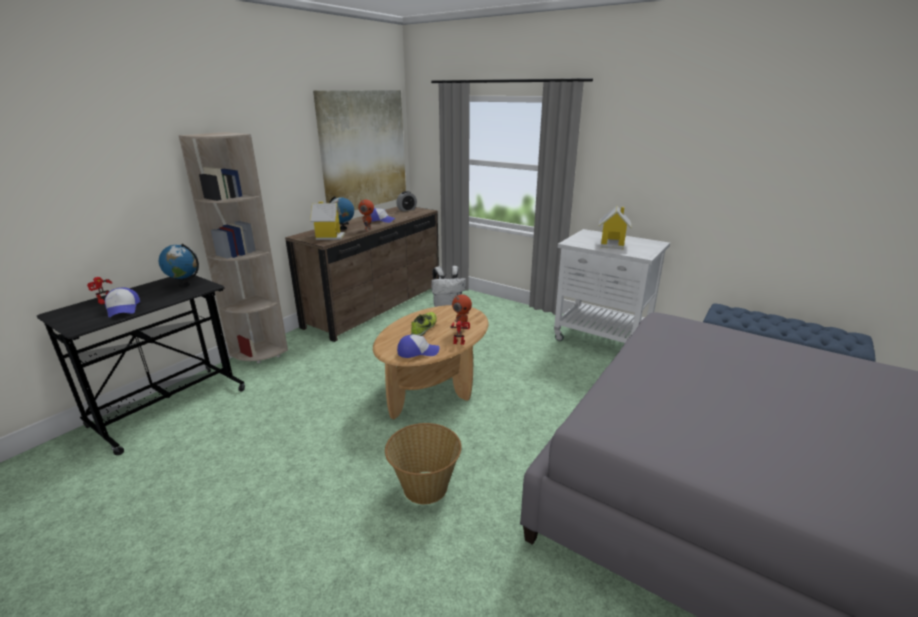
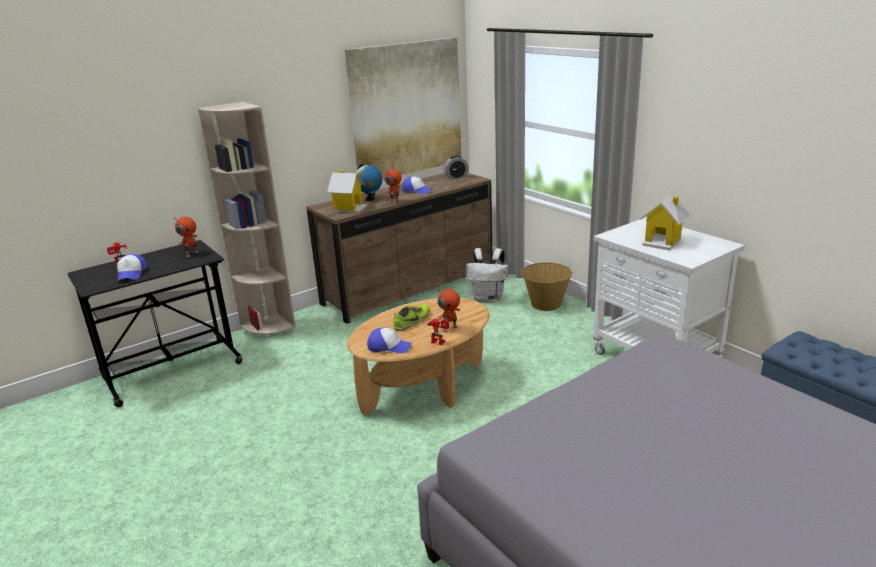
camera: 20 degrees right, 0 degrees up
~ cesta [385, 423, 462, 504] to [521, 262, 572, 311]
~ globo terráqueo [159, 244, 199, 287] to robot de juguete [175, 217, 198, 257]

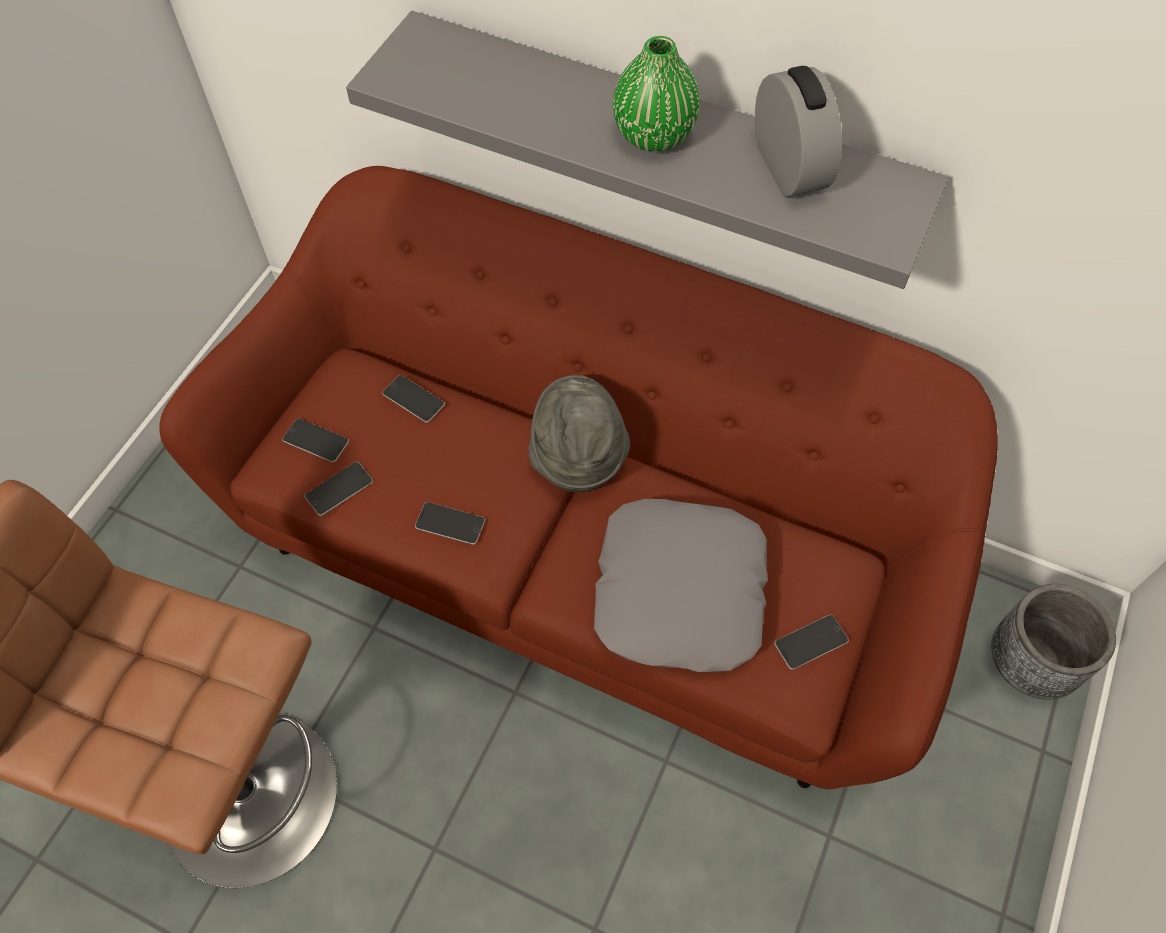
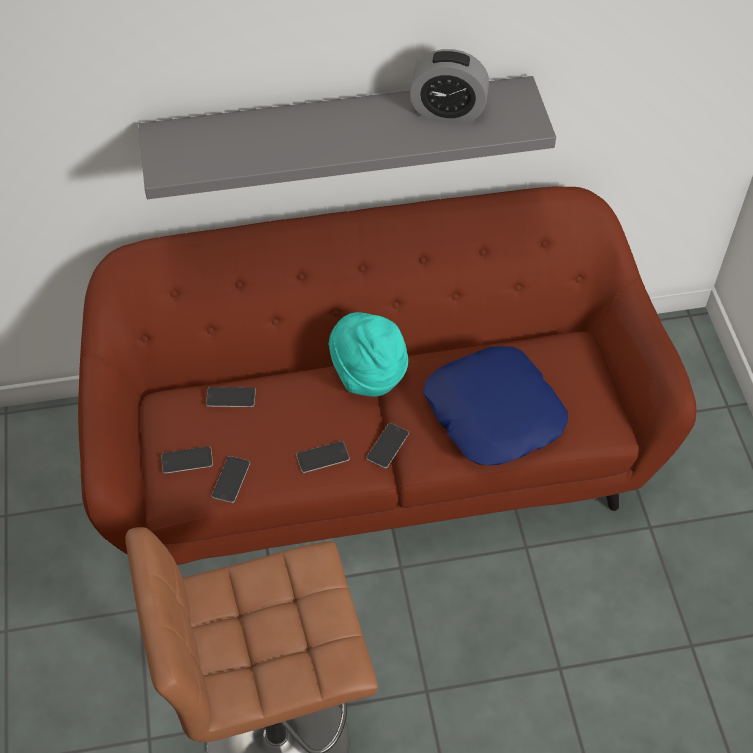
camera: 35 degrees left, 5 degrees down
- florero [verde] [613, 36, 700, 151]
- maceta [gris] [992, 584, 1116, 700]
~ móvil [775, 615, 849, 670] to [366, 423, 409, 468]
~ sombrero [gris] [528, 375, 630, 492] to sombrero [turquesa] [329, 312, 408, 397]
~ cojín [gris] [594, 499, 768, 672] to cojín [azul] [423, 346, 568, 465]
~ despertador [755, 66, 842, 197] = [410, 49, 489, 122] 150 degrees clockwise

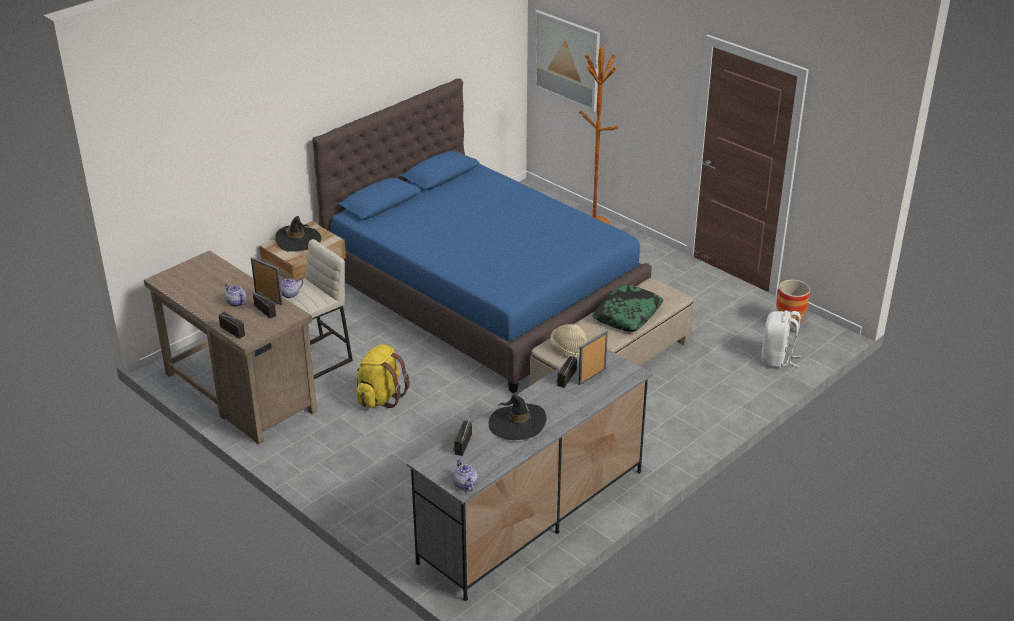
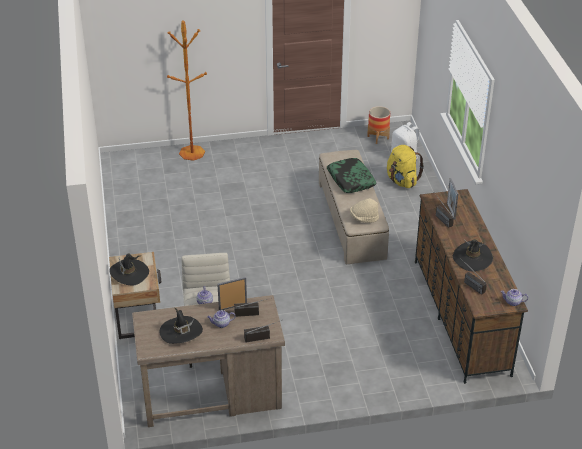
camera: 55 degrees left, 5 degrees up
- cama [azul] [312, 78, 652, 393]
- cuadro [534, 10, 600, 112]
+ sombrero [negro] [159, 308, 203, 344]
~ mochila [amarillo] [357, 344, 410, 408] to [387, 145, 424, 188]
~ cómoda [gris] [407, 349, 653, 601] to cómoda [marrón] [415, 189, 528, 384]

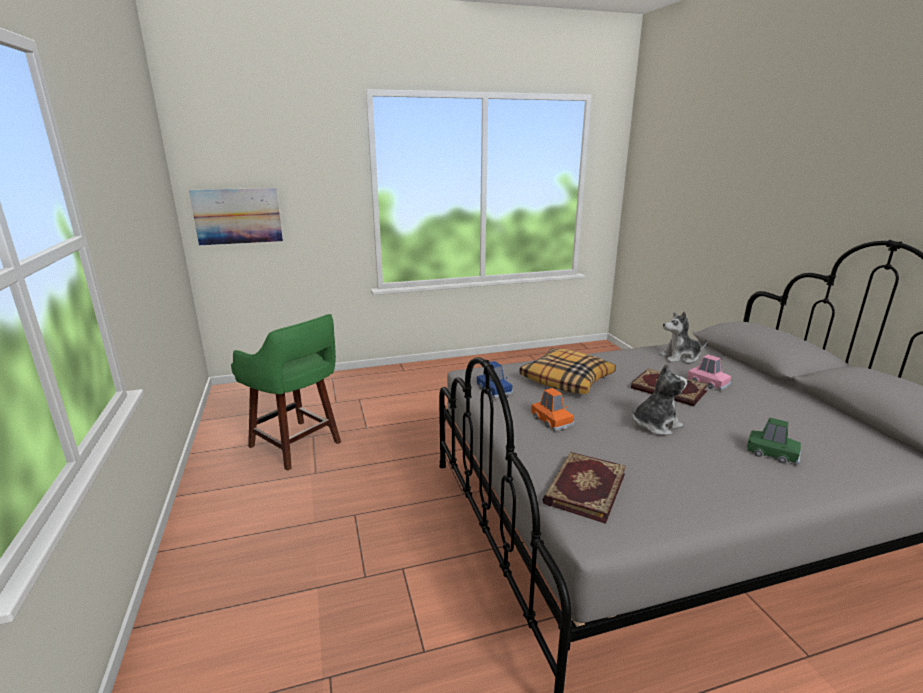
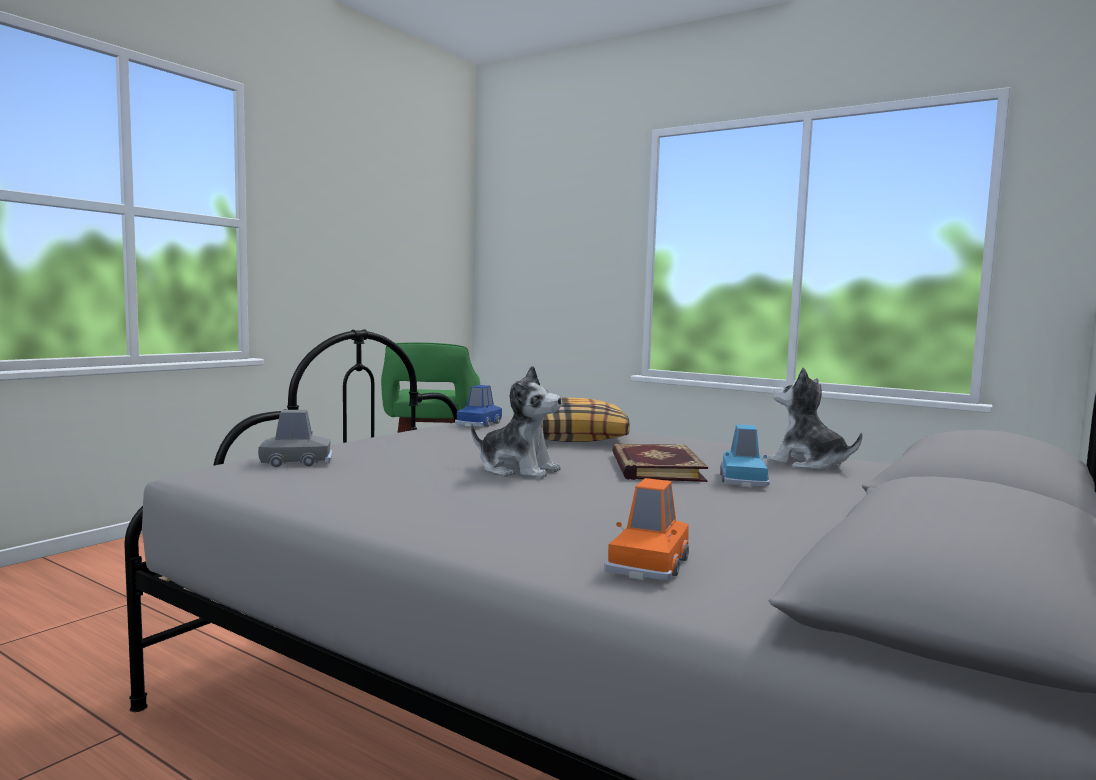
camera: 50 degrees right, 15 degrees down
- cuadro [189, 188, 283, 245]
- coche de juguete [verde] [747, 418, 801, 465]
~ coche de juguete [naranja] [531, 388, 575, 431] to [605, 478, 689, 580]
~ libro [543, 452, 626, 524] to coche de juguete [gris] [258, 410, 333, 467]
~ coche de juguete [rosa] [688, 355, 731, 391] to coche de juguete [azul] [720, 424, 770, 487]

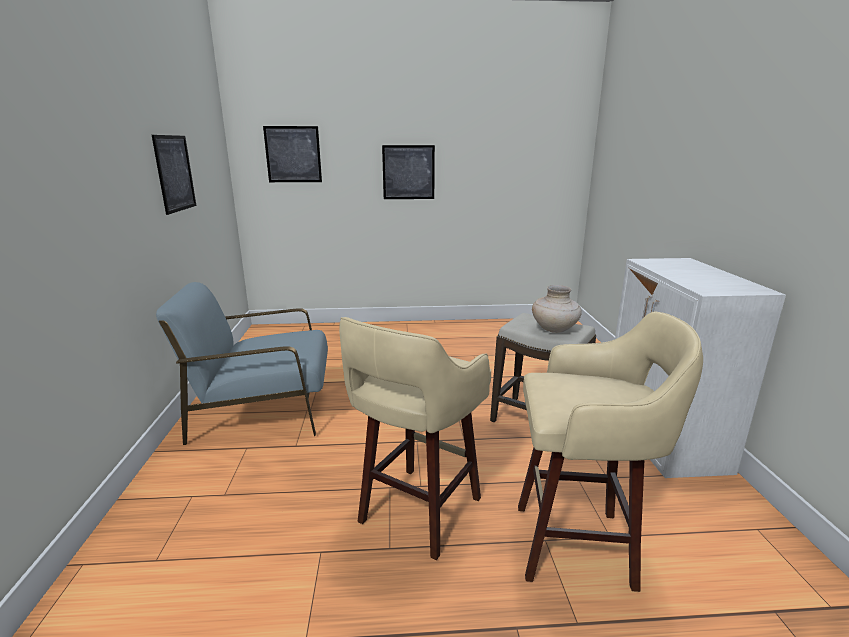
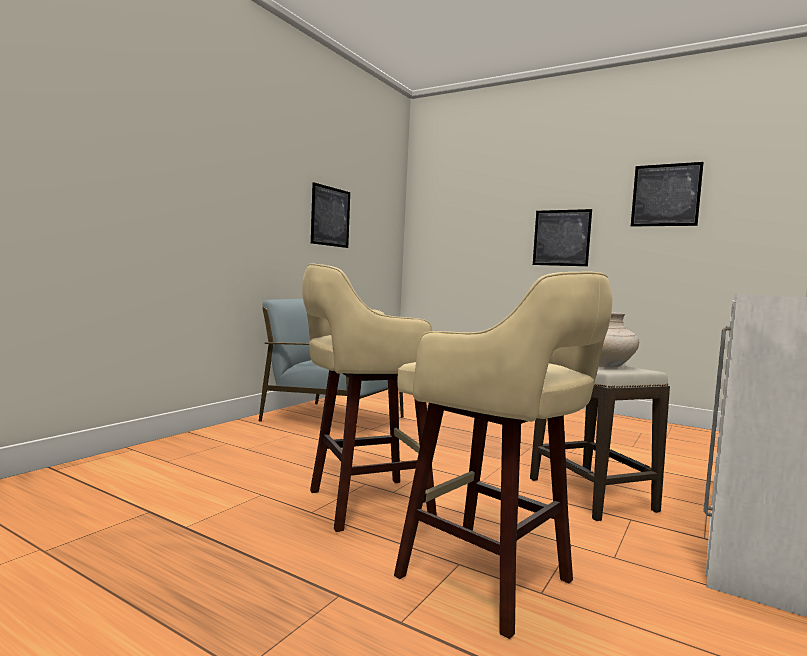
camera: 35 degrees right, 15 degrees down
~ cuadro [263, 126, 322, 182] to [631, 162, 704, 226]

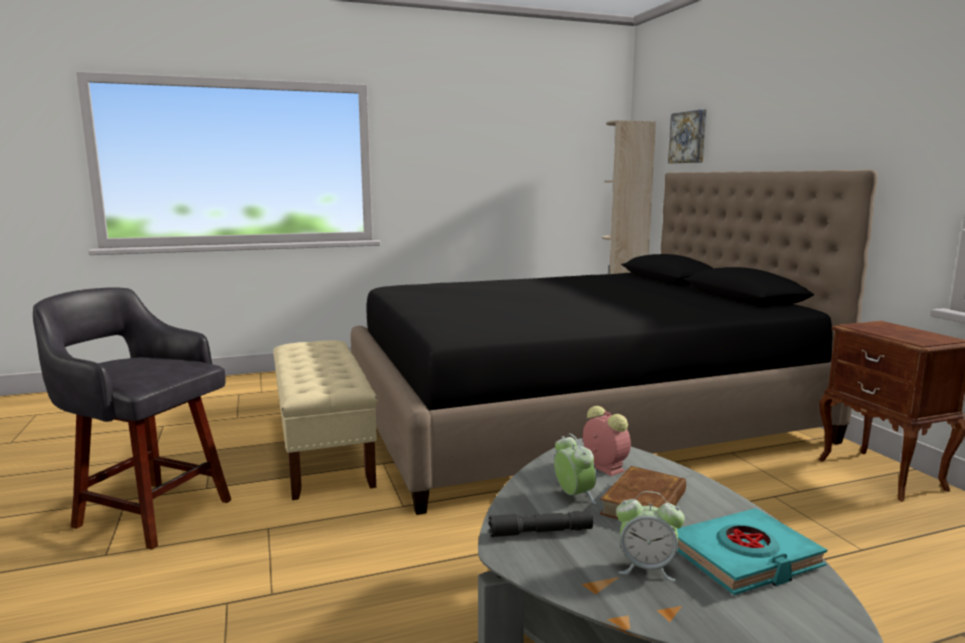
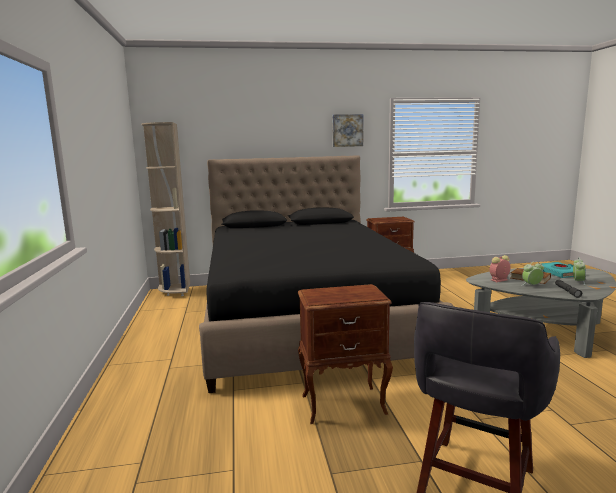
camera: 80 degrees left, 0 degrees up
~ cuadro [668, 109, 706, 164] to [332, 114, 363, 147]
~ banco [beis] [273, 340, 378, 500] to mesita de noche [marrón] [298, 284, 393, 424]

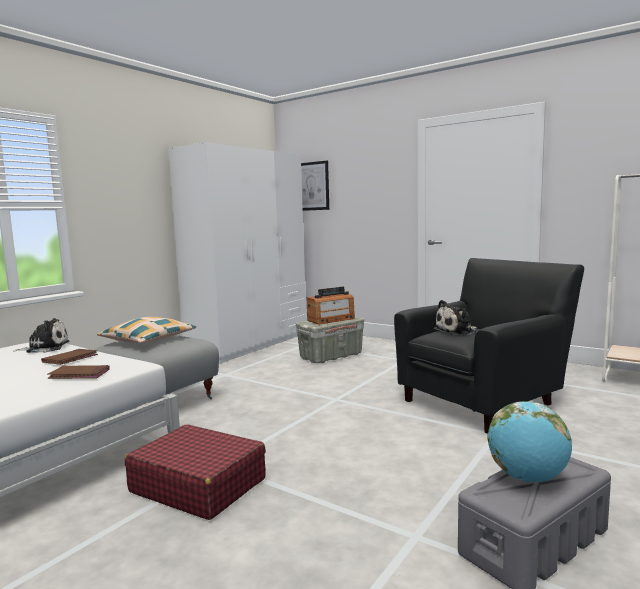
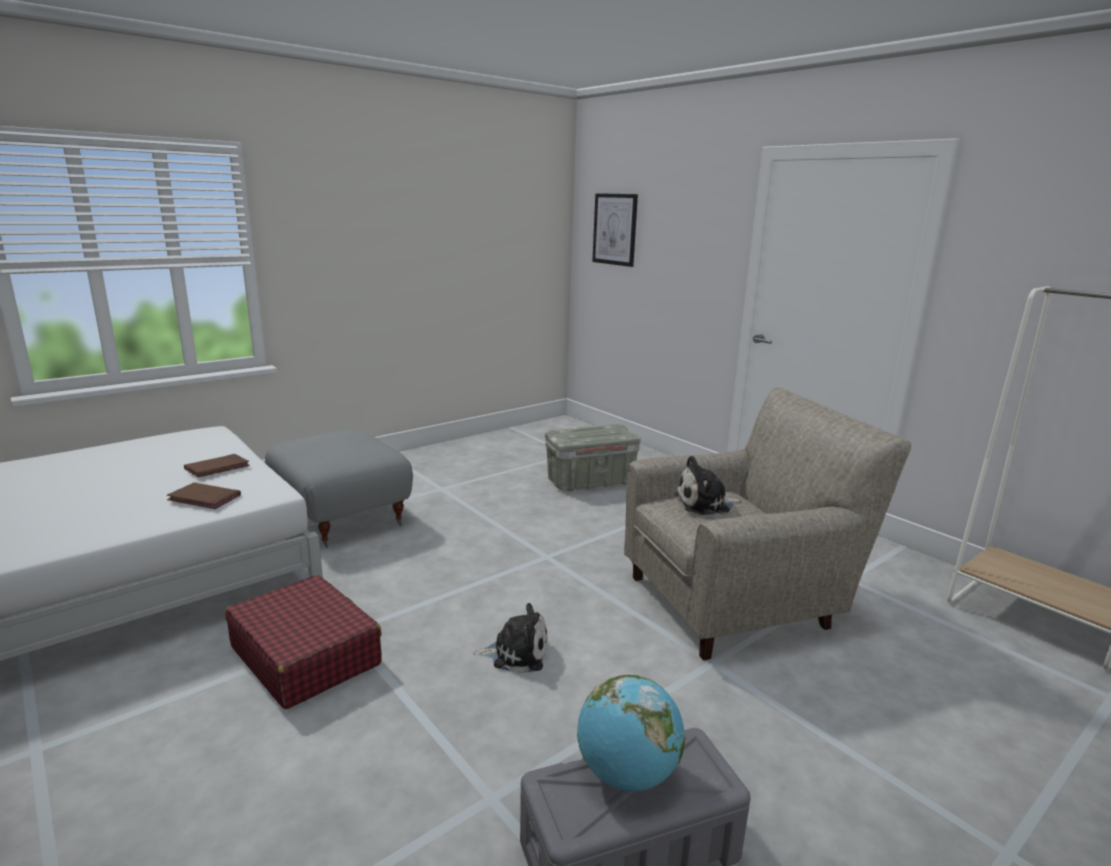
camera: 15 degrees right, 10 degrees up
- cojín [97, 317, 196, 343]
- armario ropero [blanco] [168, 142, 306, 364]
- radio [306, 287, 355, 325]
~ peluche [13, 318, 69, 353] to [472, 603, 548, 673]
~ sillón [negro] [394, 258, 584, 434] to sillón [beis] [624, 388, 911, 660]

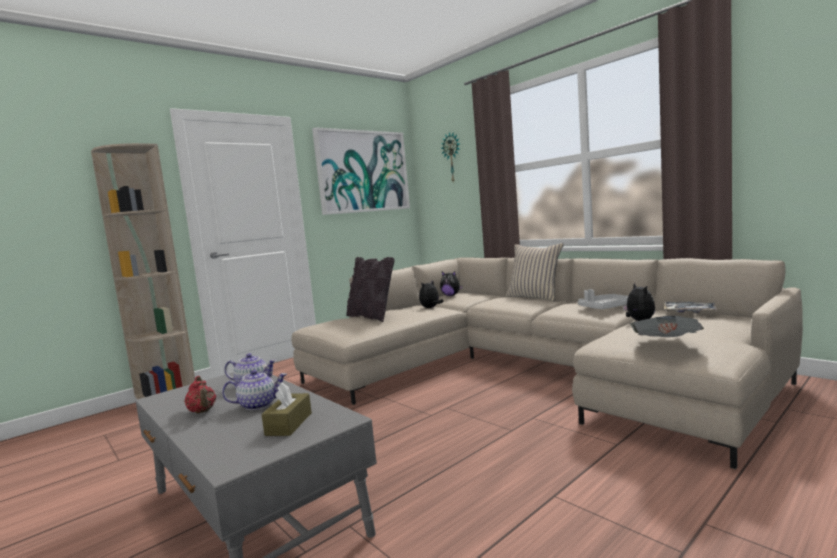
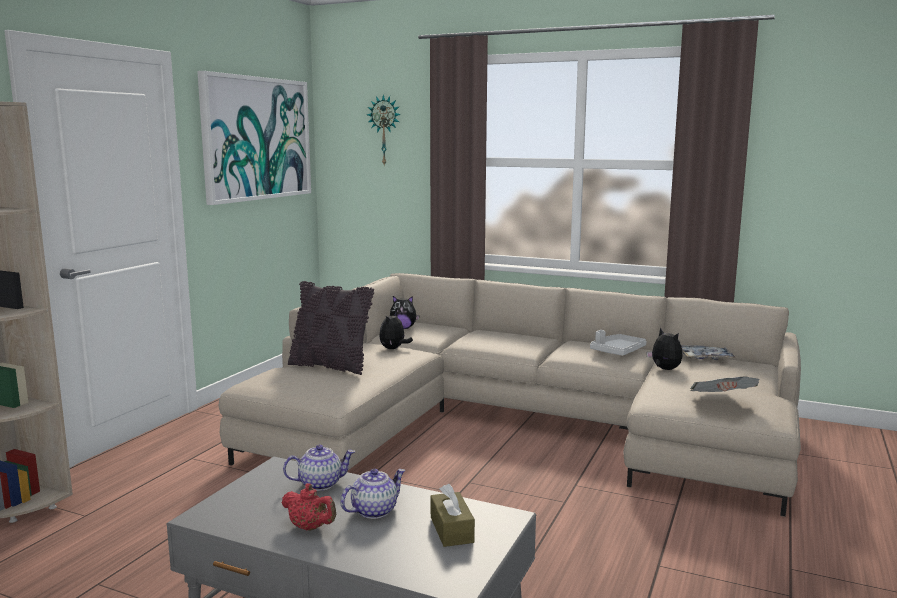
camera: 25 degrees left, 5 degrees up
- cojín [beis] [505, 243, 564, 302]

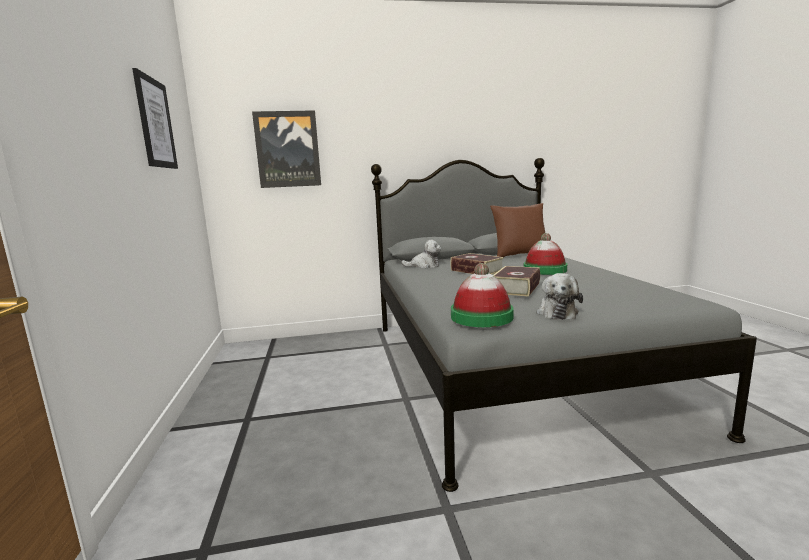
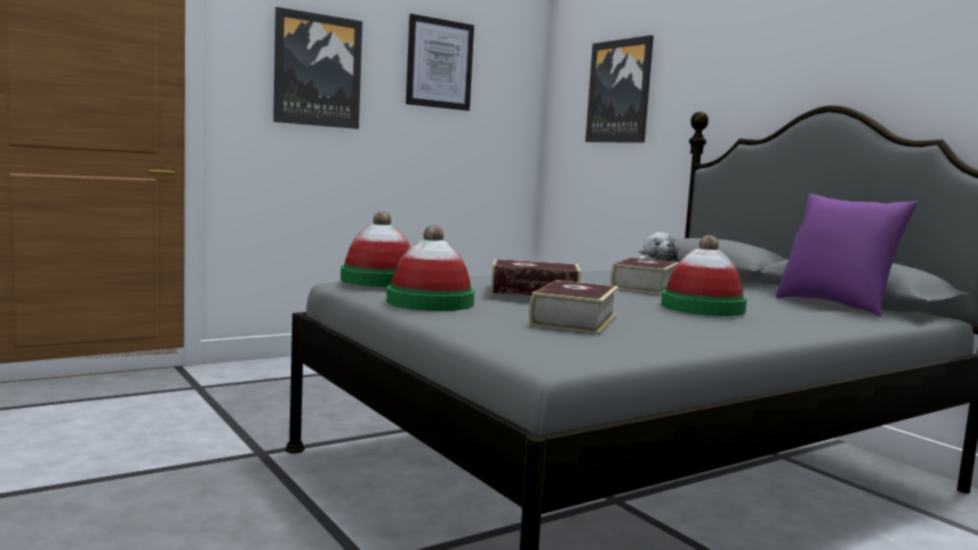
camera: 65 degrees right, 5 degrees down
+ cuadro [273, 7, 362, 129]
+ libro [529, 280, 619, 334]
~ peluche [536, 273, 583, 320] to sombrero [386, 225, 475, 311]
~ cojín [marrón] [490, 203, 545, 257] to cojín [morado] [775, 194, 918, 317]

